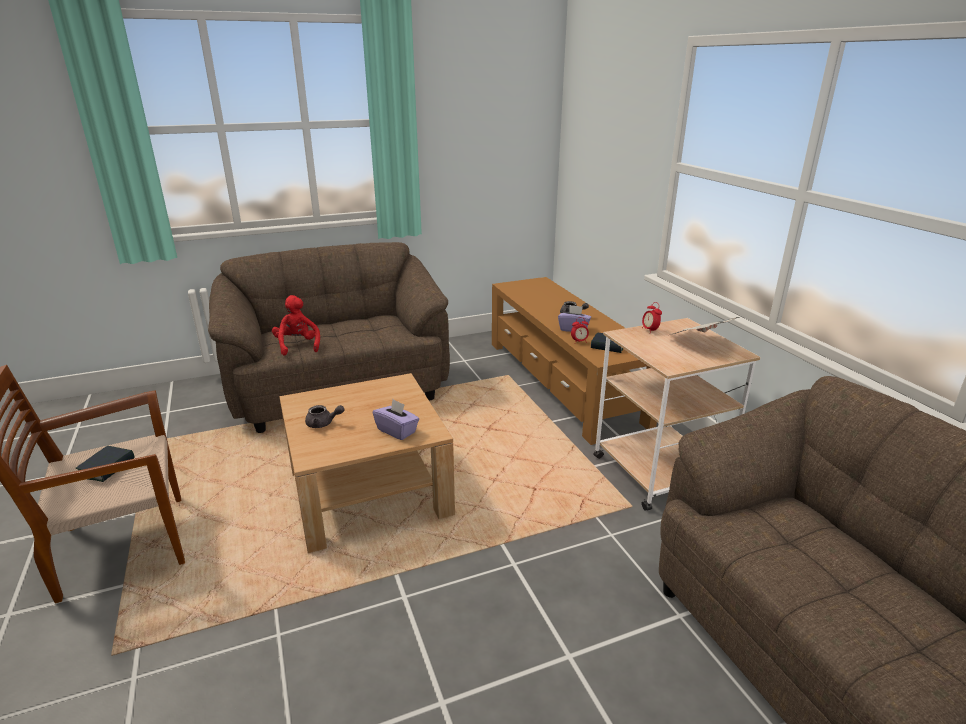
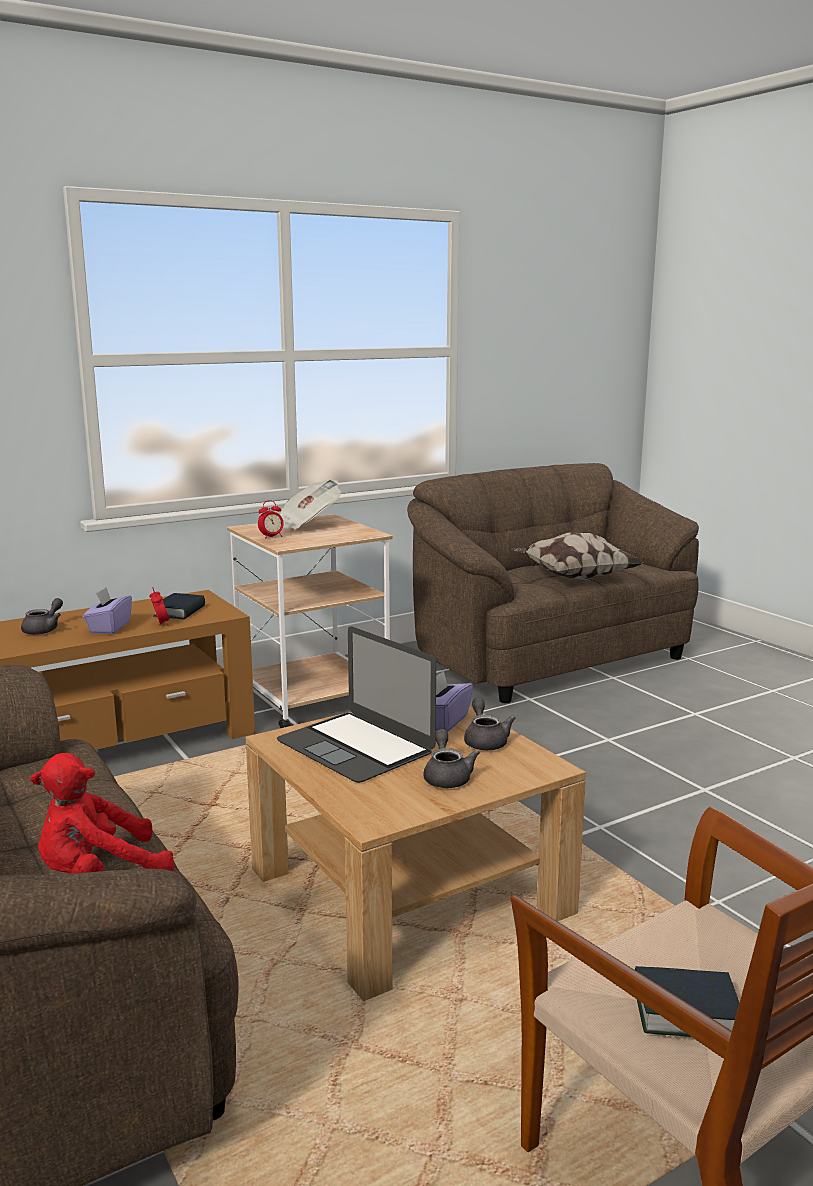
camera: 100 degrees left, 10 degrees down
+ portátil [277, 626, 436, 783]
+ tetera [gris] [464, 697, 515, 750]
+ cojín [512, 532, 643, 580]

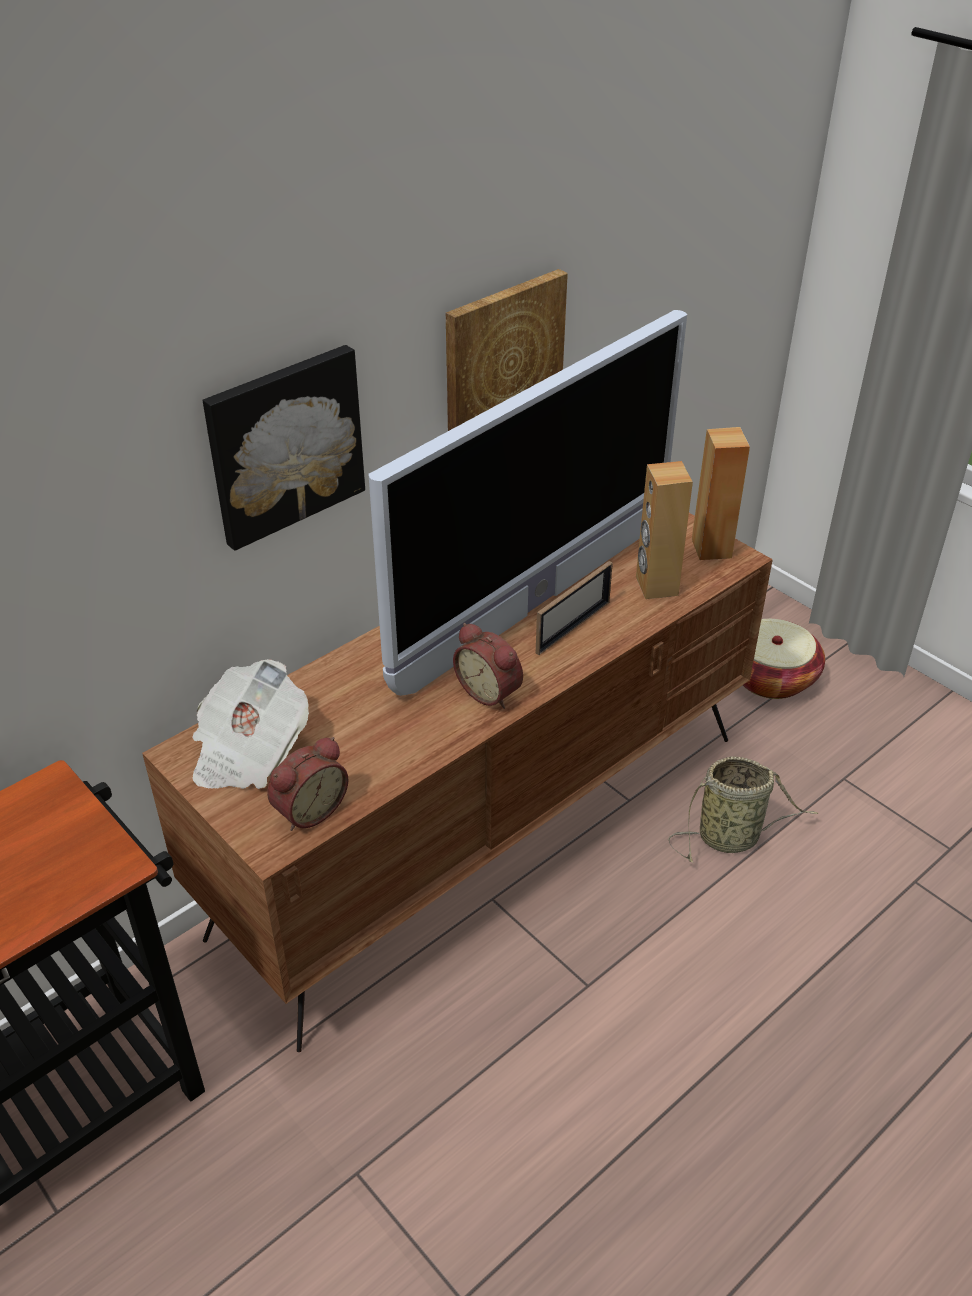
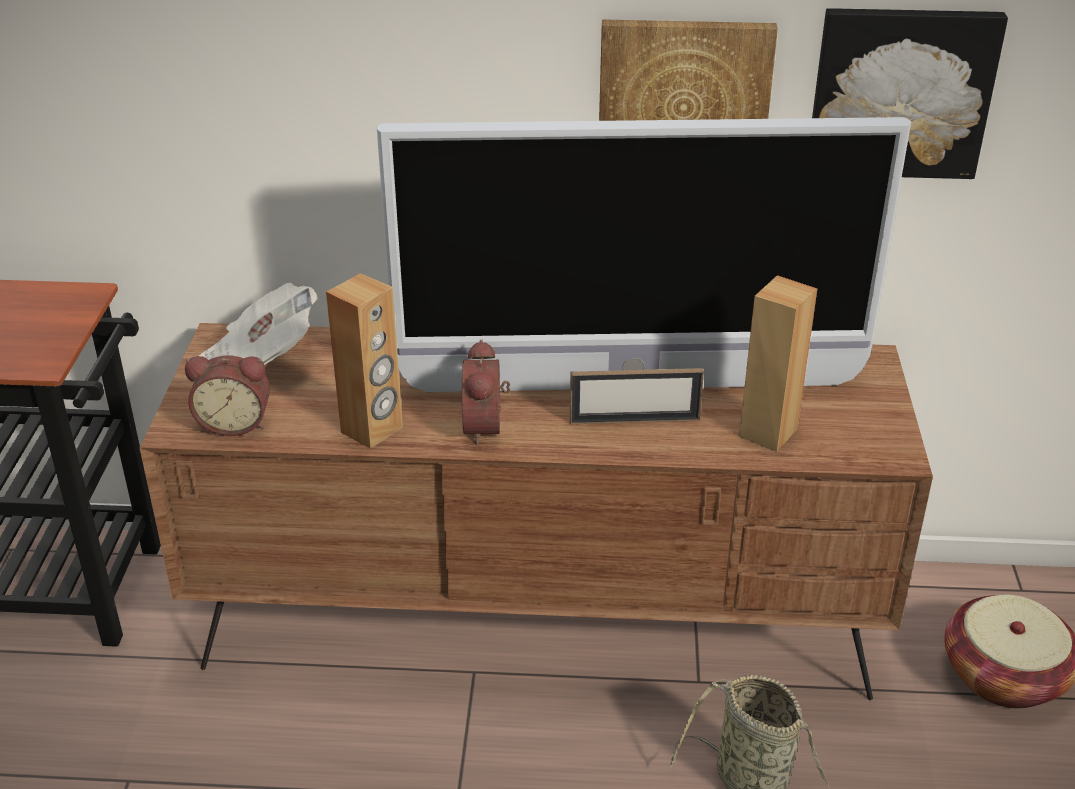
camera: 45 degrees right, 5 degrees down
~ cuadro [203, 345, 365, 551] to [812, 8, 1008, 179]
~ altavoz [marrón] [692, 427, 750, 560] to [326, 273, 403, 449]

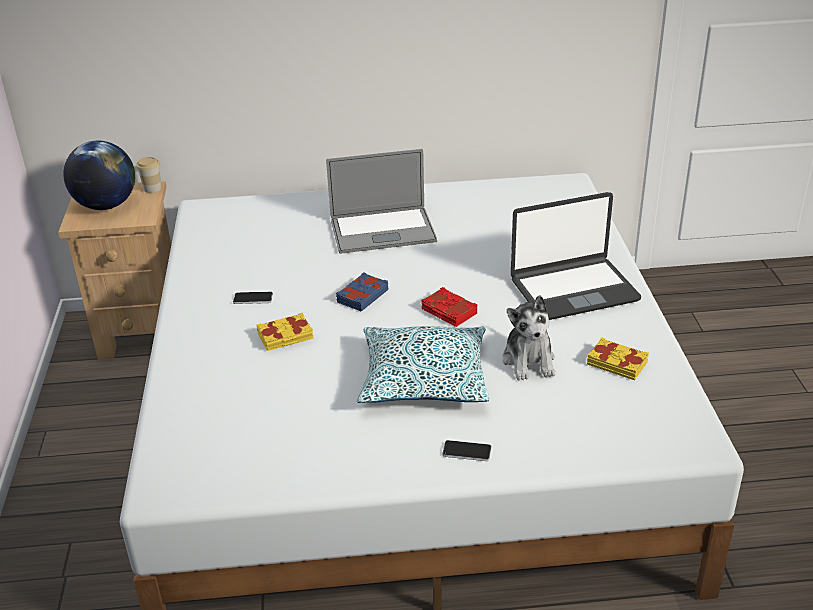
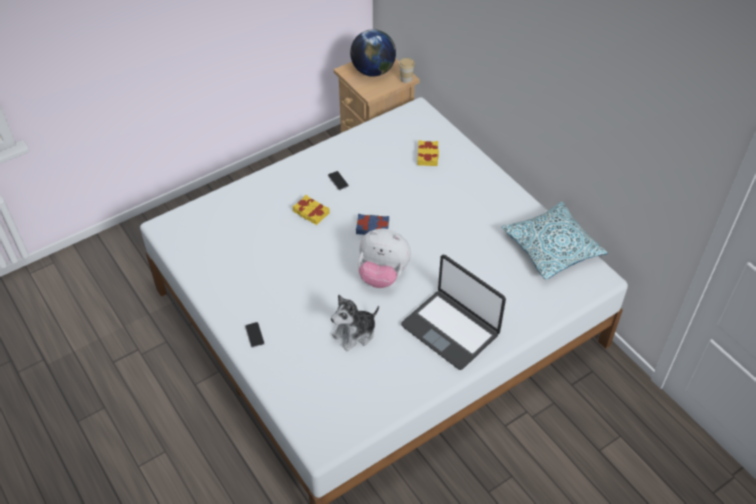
camera: 60 degrees right, 15 degrees up
- portátil [326, 149, 437, 254]
~ cojín [357, 326, 490, 403] to [501, 202, 608, 280]
~ libro [amarillo] [587, 337, 649, 380] to [417, 140, 439, 166]
~ libro [rojo] [421, 287, 478, 327] to peluche [358, 229, 411, 288]

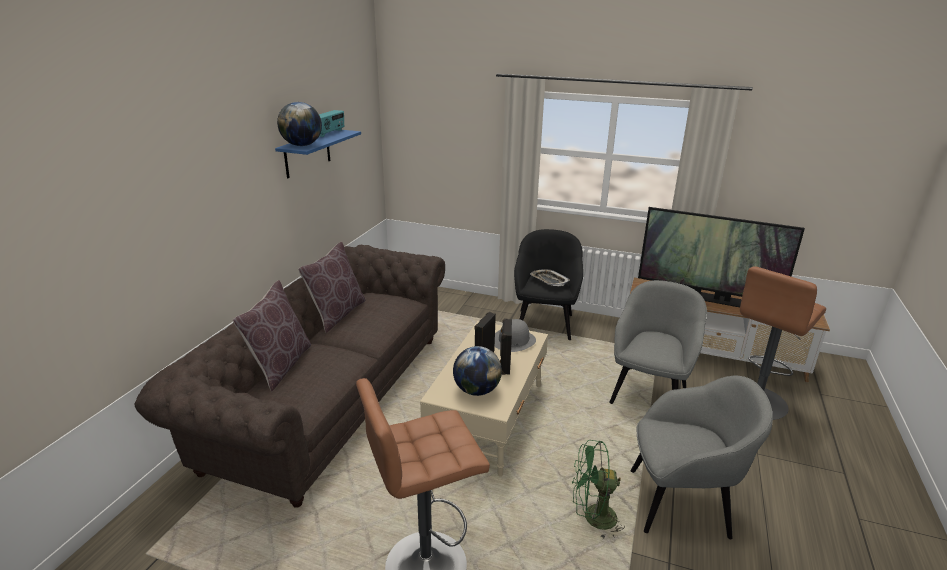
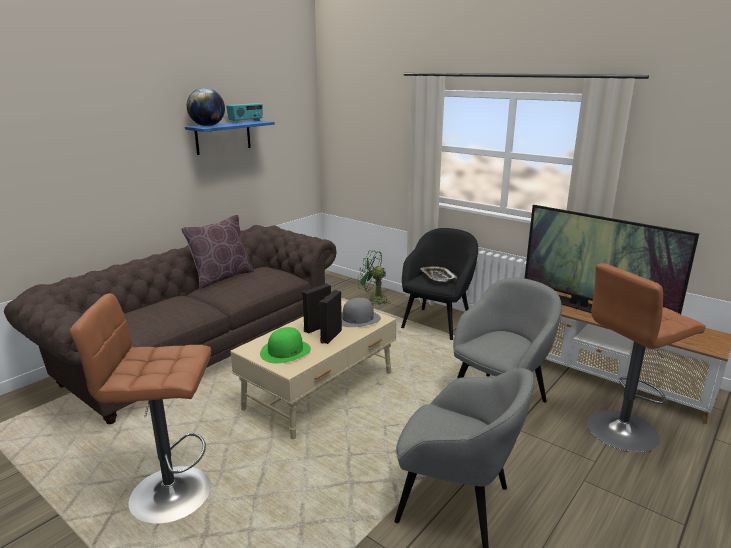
camera: 20 degrees right, 5 degrees down
- cojín [marrón] [233, 280, 311, 392]
~ ventilador [verde] [572, 440, 625, 538] to [358, 250, 389, 305]
~ globo terráqueo [453, 346, 502, 396] to sombrero [verde] [260, 327, 311, 363]

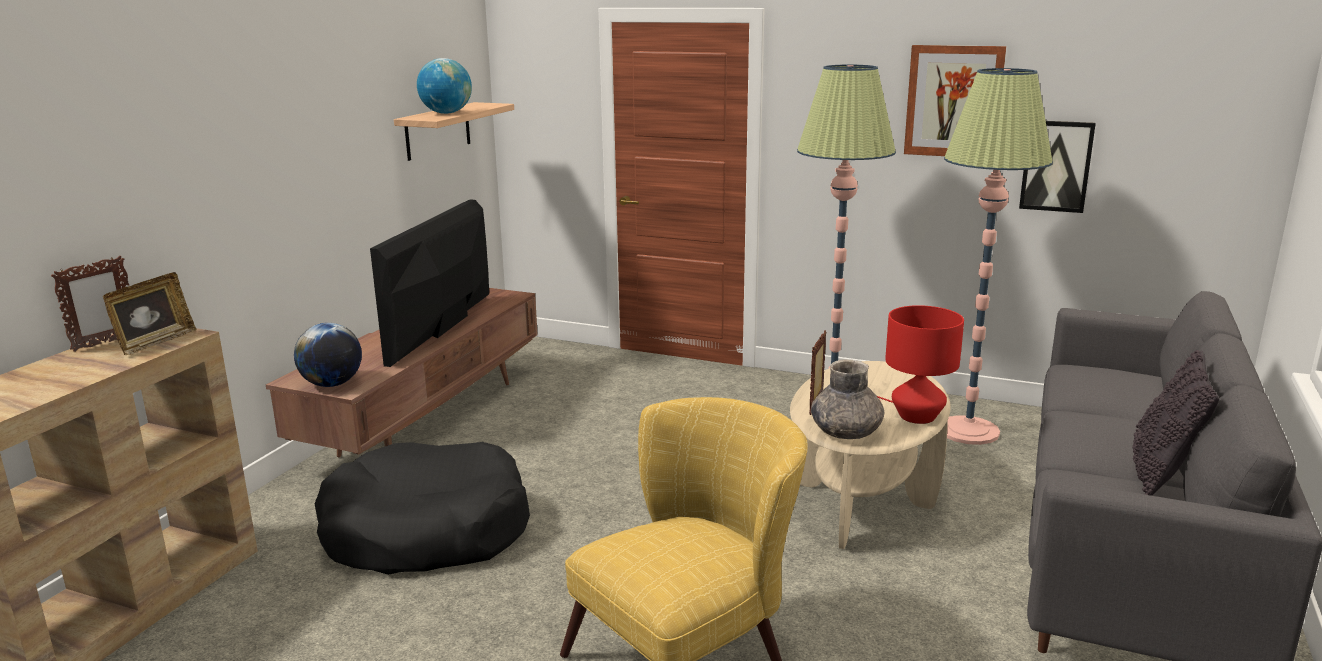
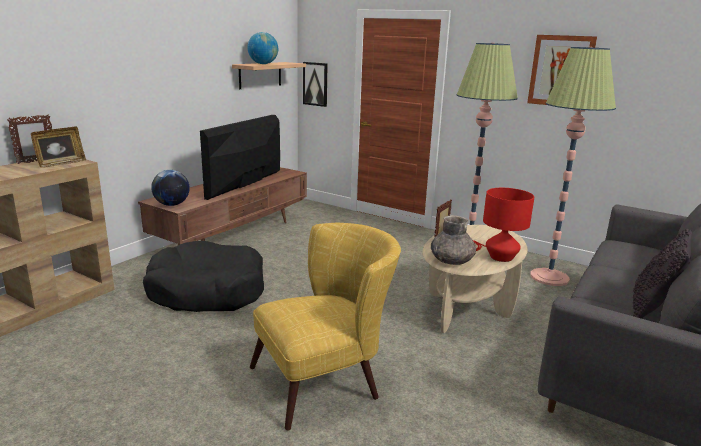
camera: 10 degrees right, 0 degrees up
~ cuadro [1019, 121, 1096, 213] to [303, 62, 328, 107]

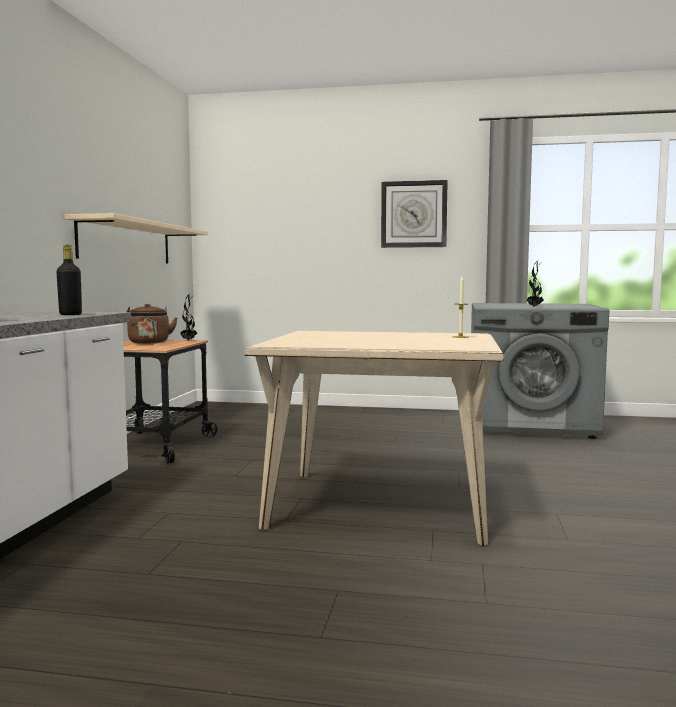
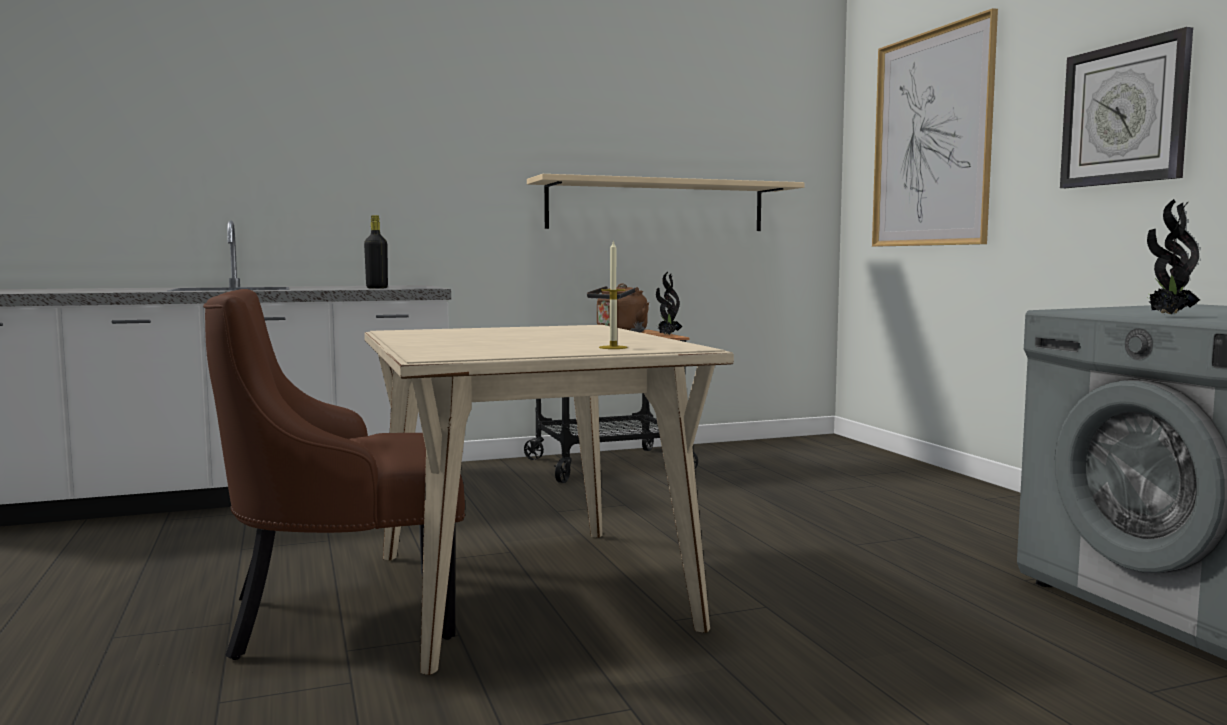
camera: 60 degrees right, 0 degrees up
+ silla [marrón] [203, 289, 465, 660]
+ cuadro [872, 8, 998, 247]

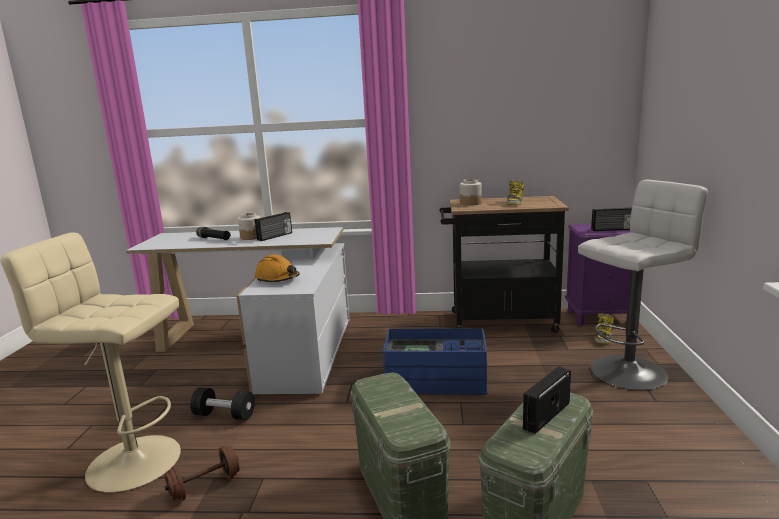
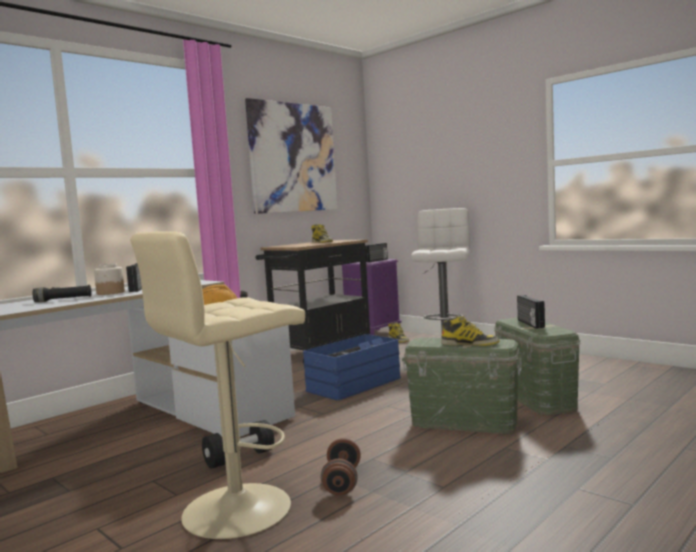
camera: 50 degrees left, 10 degrees down
- tarro [460, 179, 482, 206]
+ cuadro [245, 98, 337, 214]
+ bota [441, 315, 500, 346]

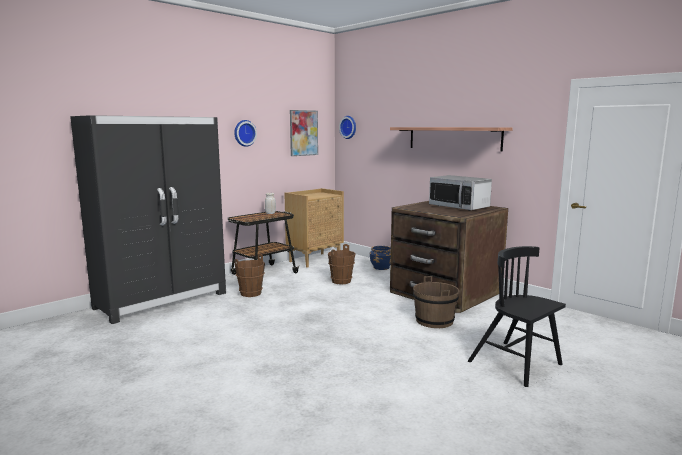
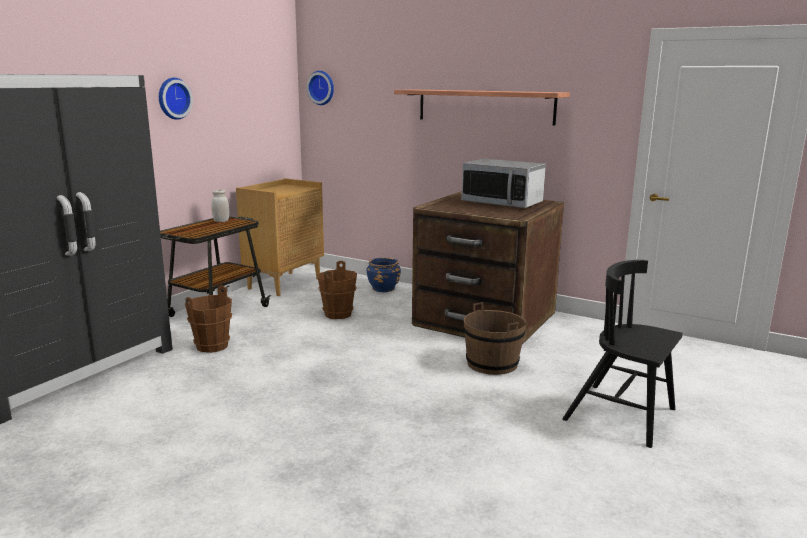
camera: 15 degrees left, 5 degrees up
- cuadro [290, 110, 318, 156]

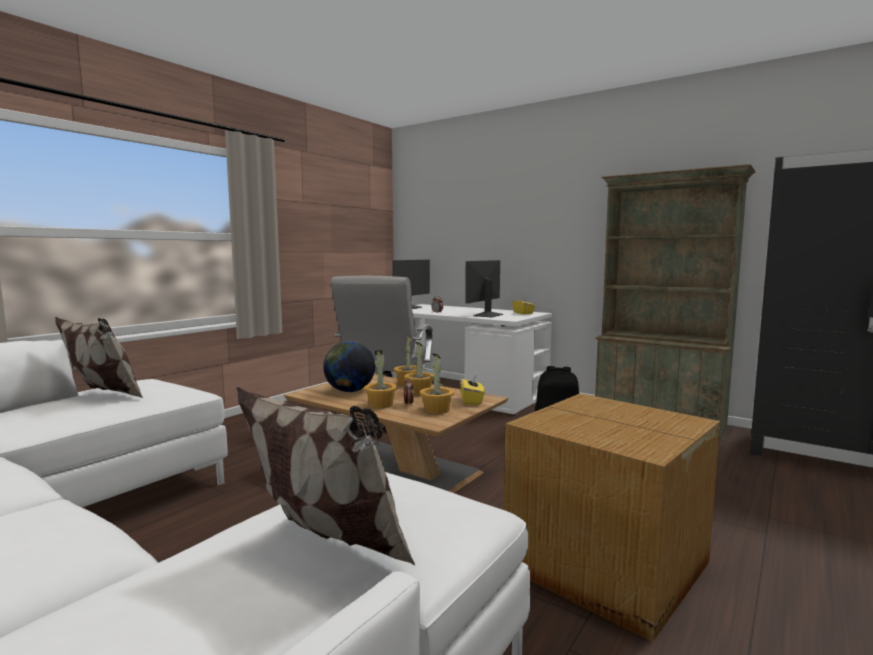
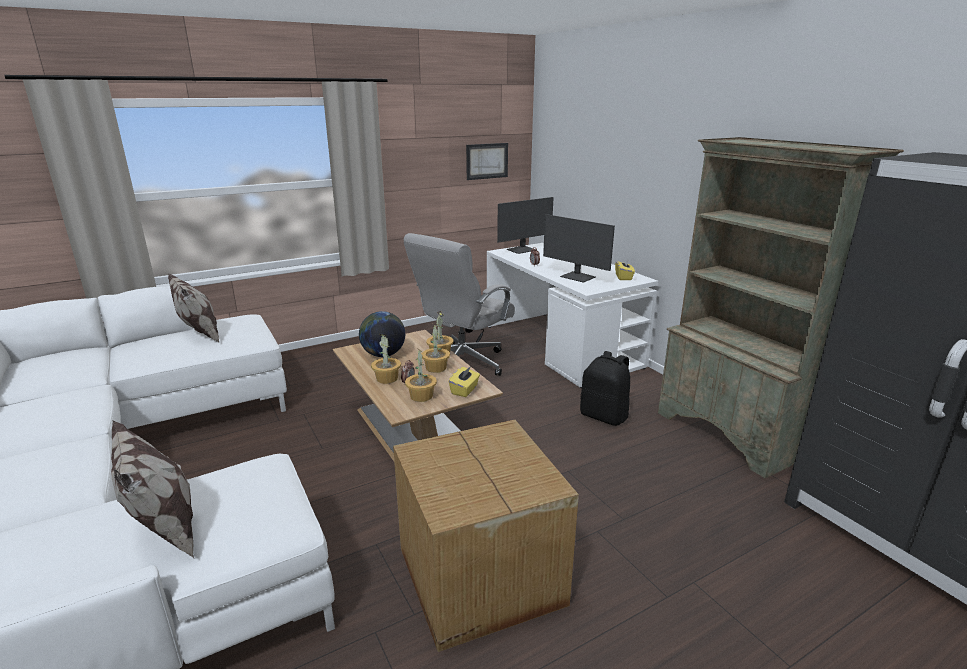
camera: 25 degrees right, 15 degrees up
+ cuadro [466, 143, 508, 180]
~ monitor [465, 260, 503, 317] = [543, 214, 615, 283] 105 degrees counterclockwise

